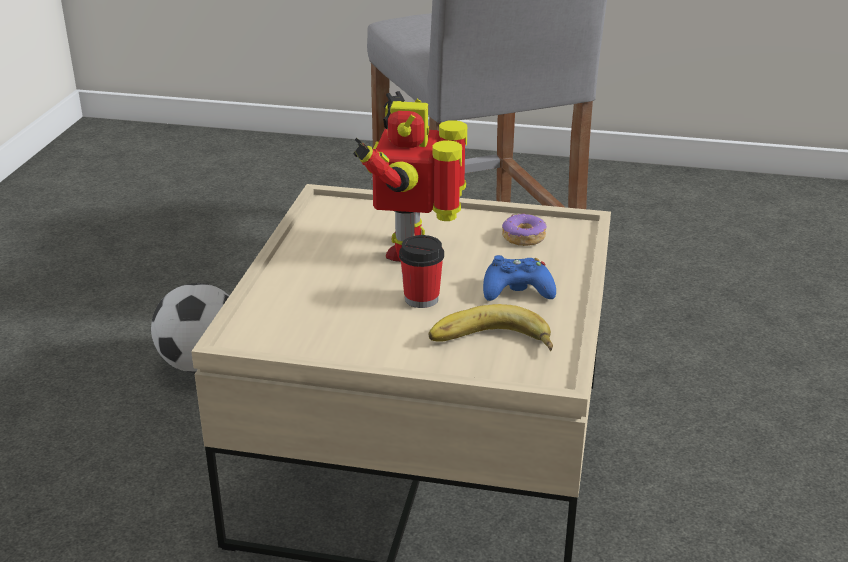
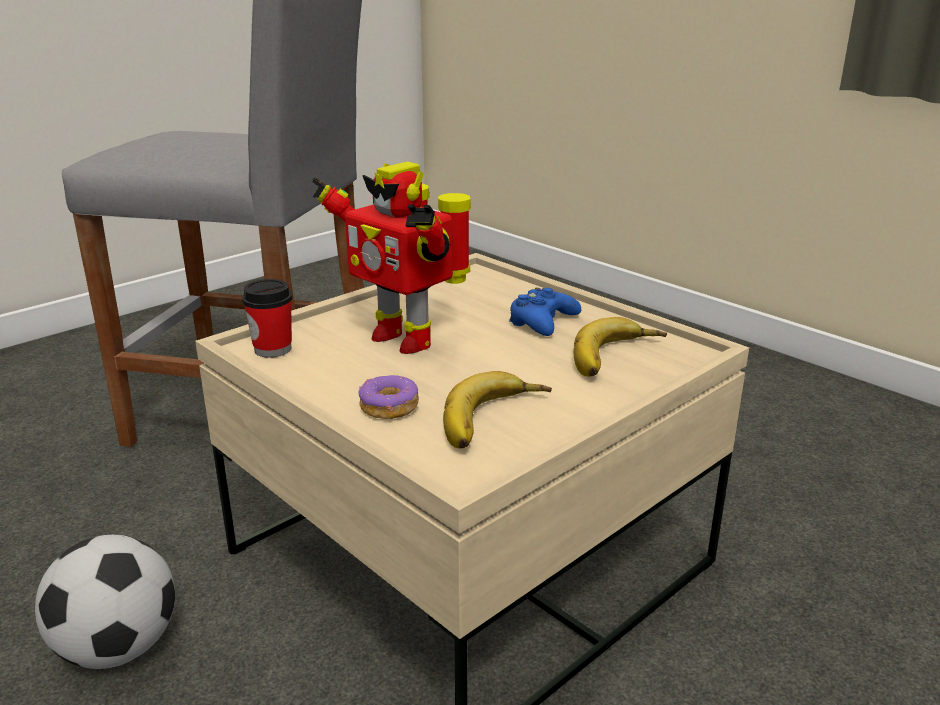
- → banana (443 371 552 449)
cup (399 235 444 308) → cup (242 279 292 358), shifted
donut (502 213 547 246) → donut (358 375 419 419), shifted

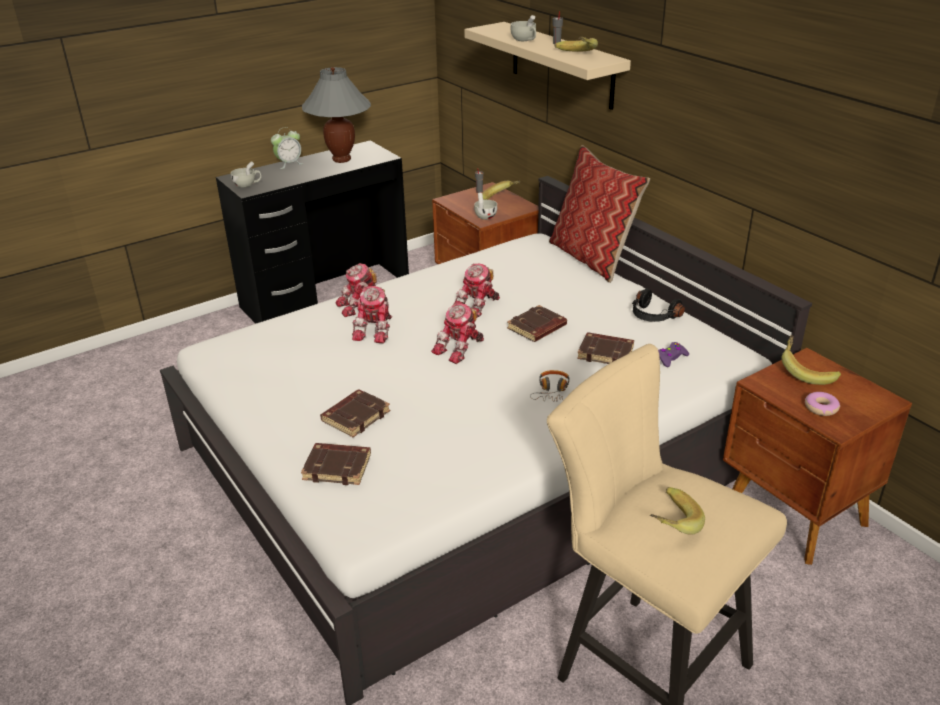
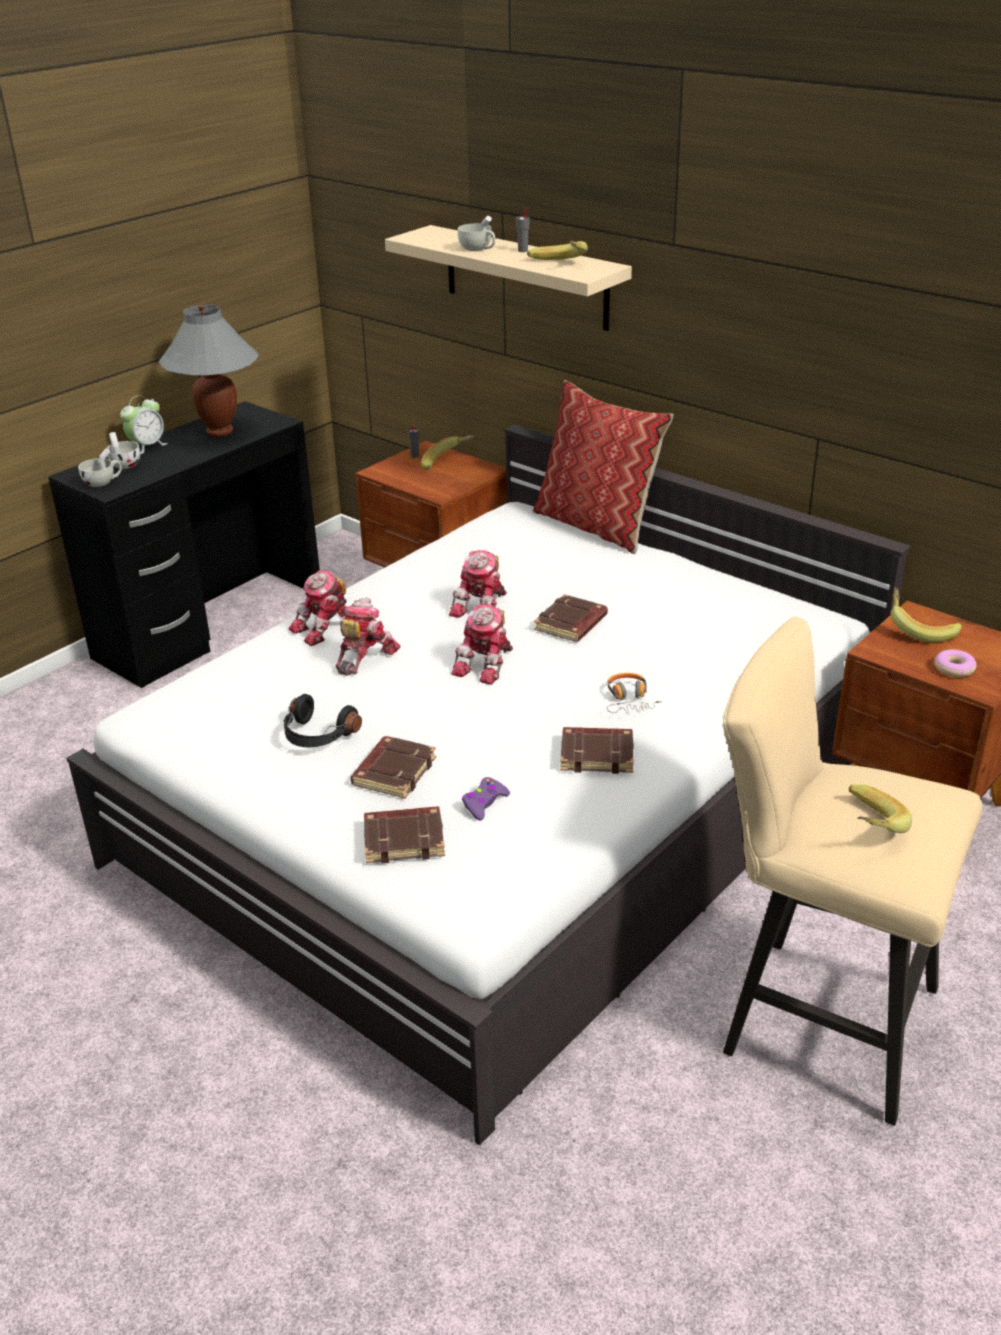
cup (white) (474 193 497 220) → cup (white) (107 432 140 469), shifted
book (brown) (577 332 634 364) → book (brown) (560 727 634 774), shifted
headphones (black) (632 288 685 322) → headphones (black) (283 694 362 747), shifted
game controller (purple) (658 342 689 367) → game controller (purple) (462 777 510 820), shifted
toy robot (352 286 392 343) → toy robot (335 598 401 676), 150 degrees counterclockwise

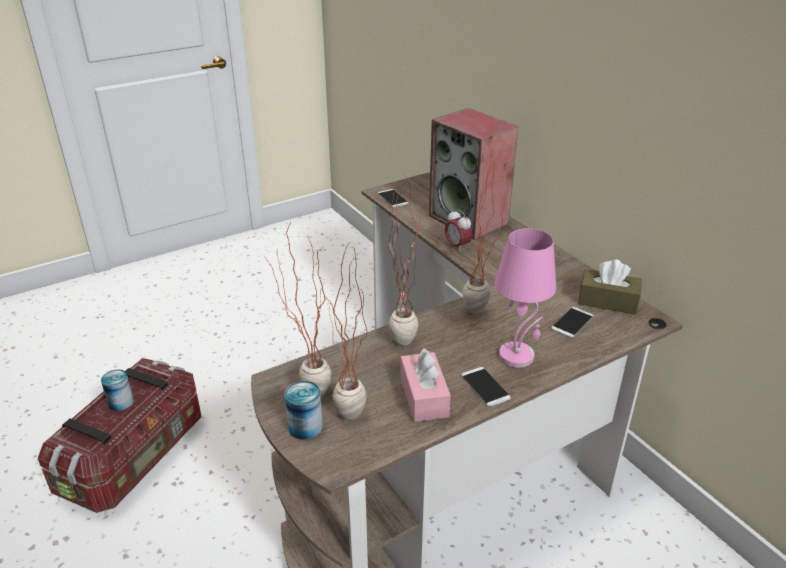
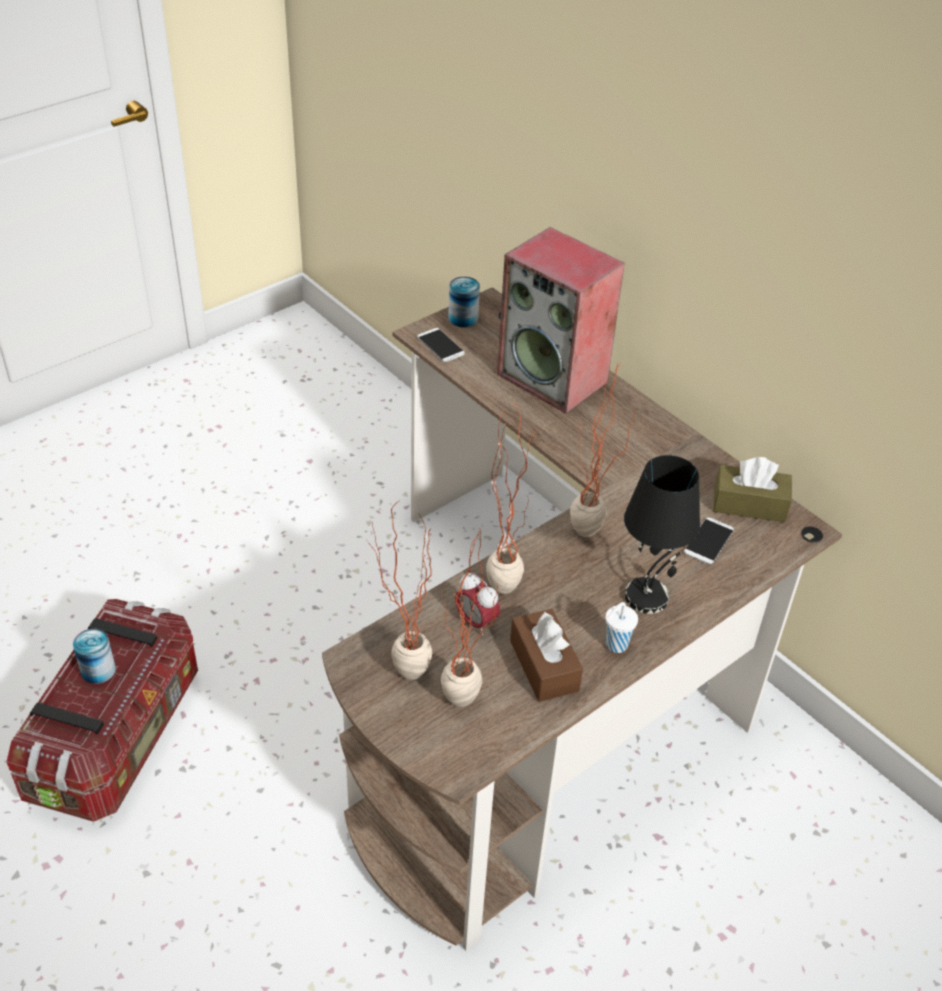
can (285 381 323 440) → can (448 277 480 328), shifted
alarm clock (445 209 472 252) → alarm clock (455 573 500 635), shifted
phone (461 367 511 407) → cup (white) (605 602 638 653)
tissue box (pink) (400 348 451 422) → tissue box (brown) (510 609 583 702)
table lamp (pink) (494 228 556 368) → table lamp (black) (624 455 700 614)

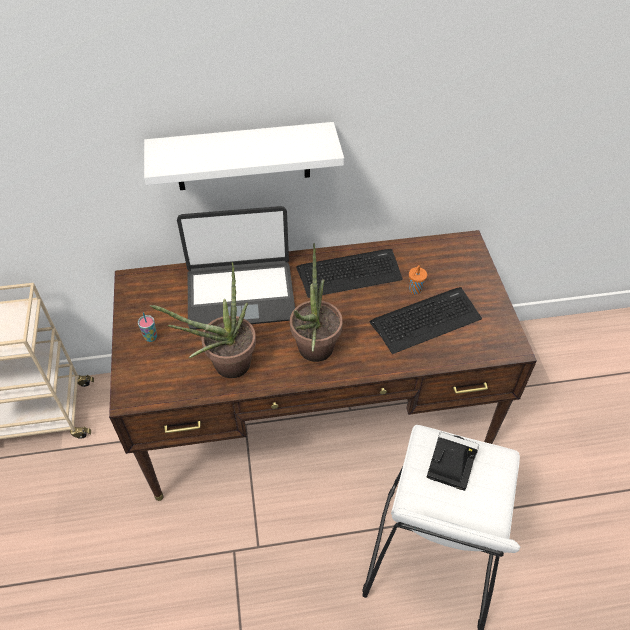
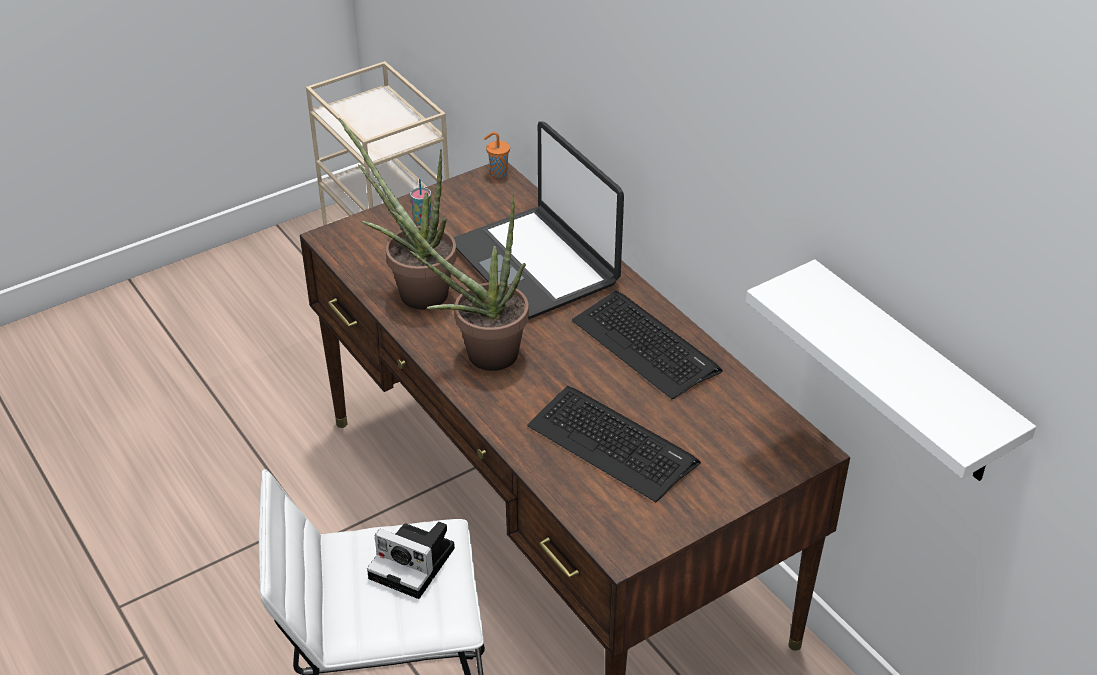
shelf (white) (144 122 344 190) → shelf (white) (746 260 1036 481), shifted
cup (orange) (409 265 427 294) → cup (orange) (484 132 510 178), shifted
photo camera (427 431 479 491) → photo camera (367 522 455 599), 120 degrees clockwise

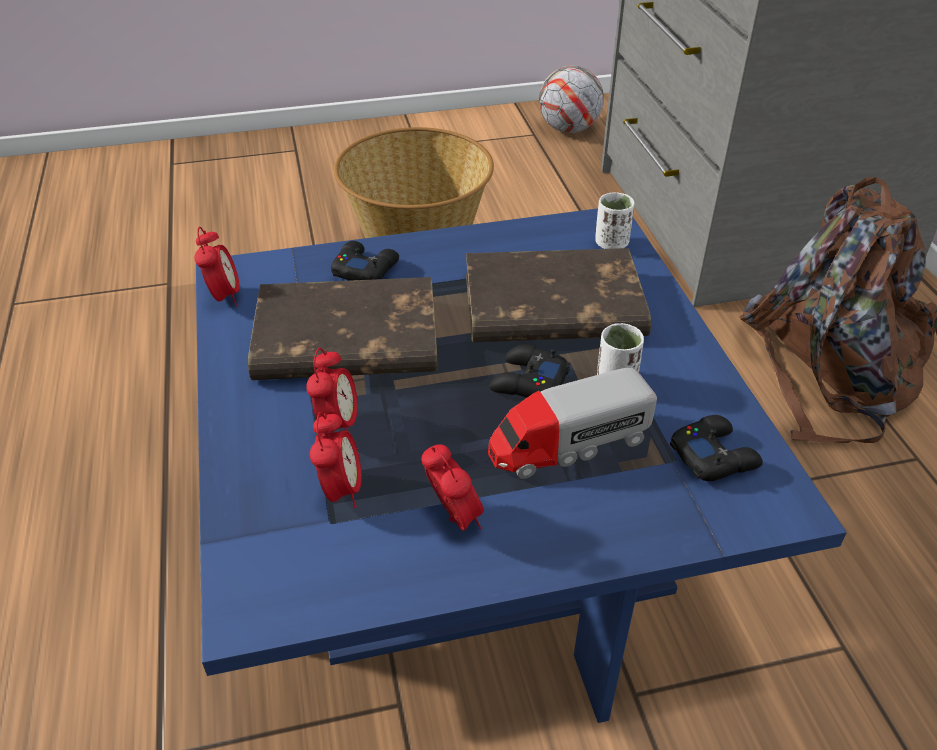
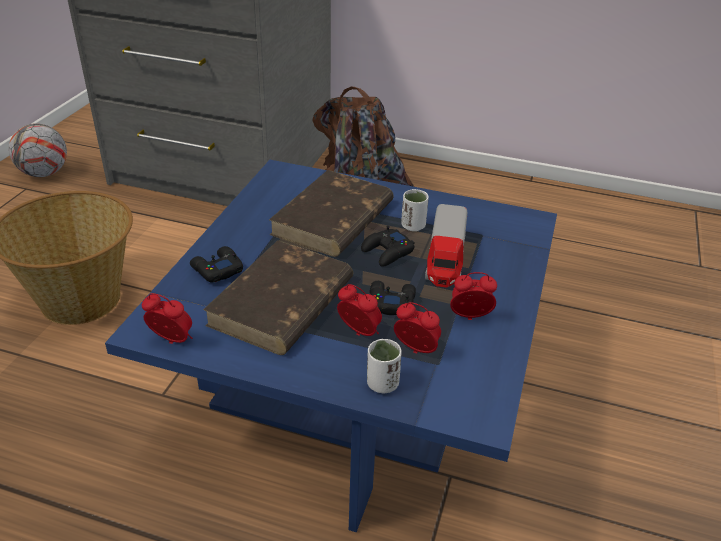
cup (white) (595 192 634 249) → cup (white) (367 339 402 393), shifted
game controller (black) (670 415 763 481) → game controller (black) (370 281 416 315), shifted

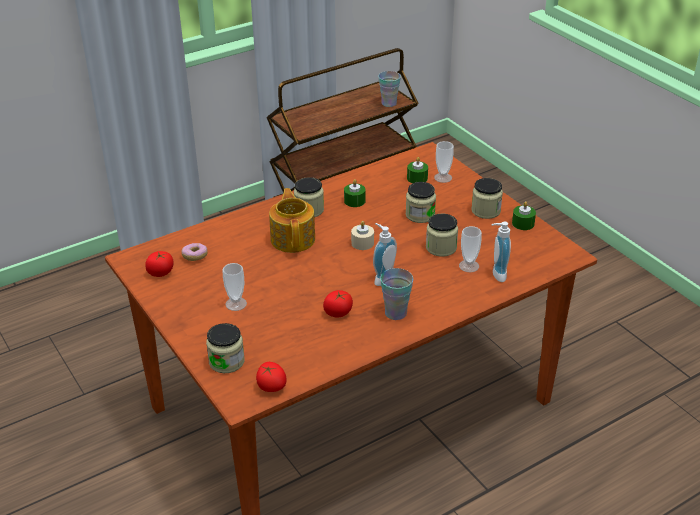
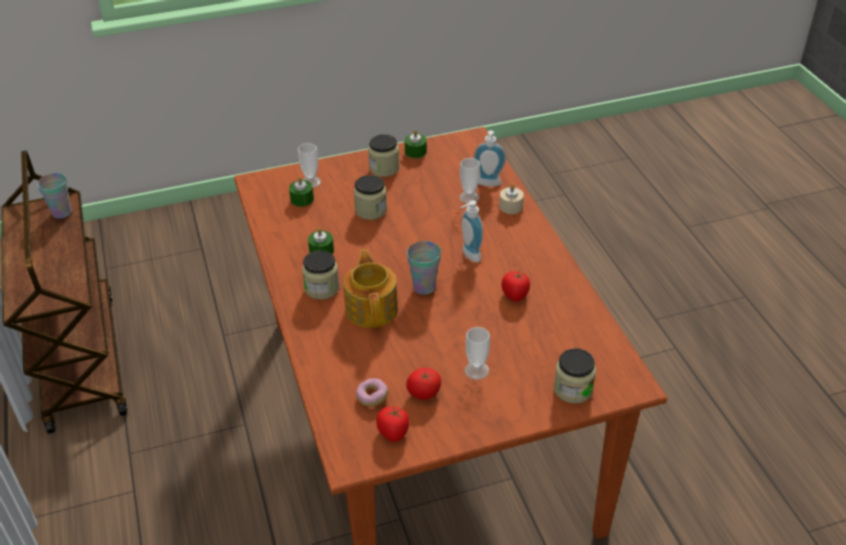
jar (426 214 458 257) → -
tomato (256 362 287 392) → tomato (406 368 441 400), shifted
candle (beige) (351 221 374 250) → candle (beige) (499 184 524 214), shifted
cup (380 268 413 320) → cup (407 241 441 294), shifted
teapot (269 188 315 253) → teapot (344 249 398 328), 75 degrees clockwise

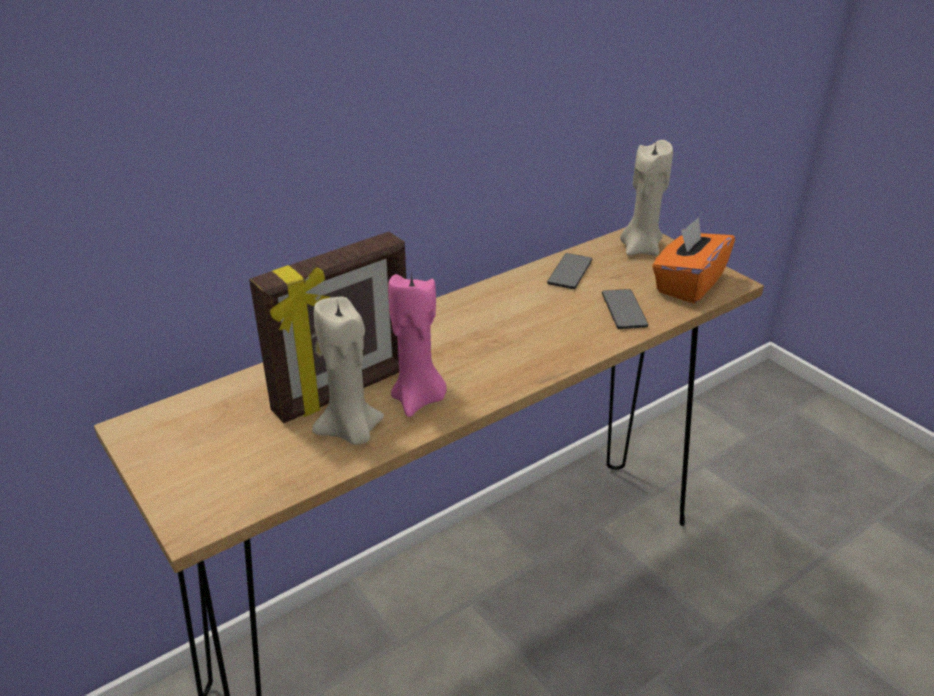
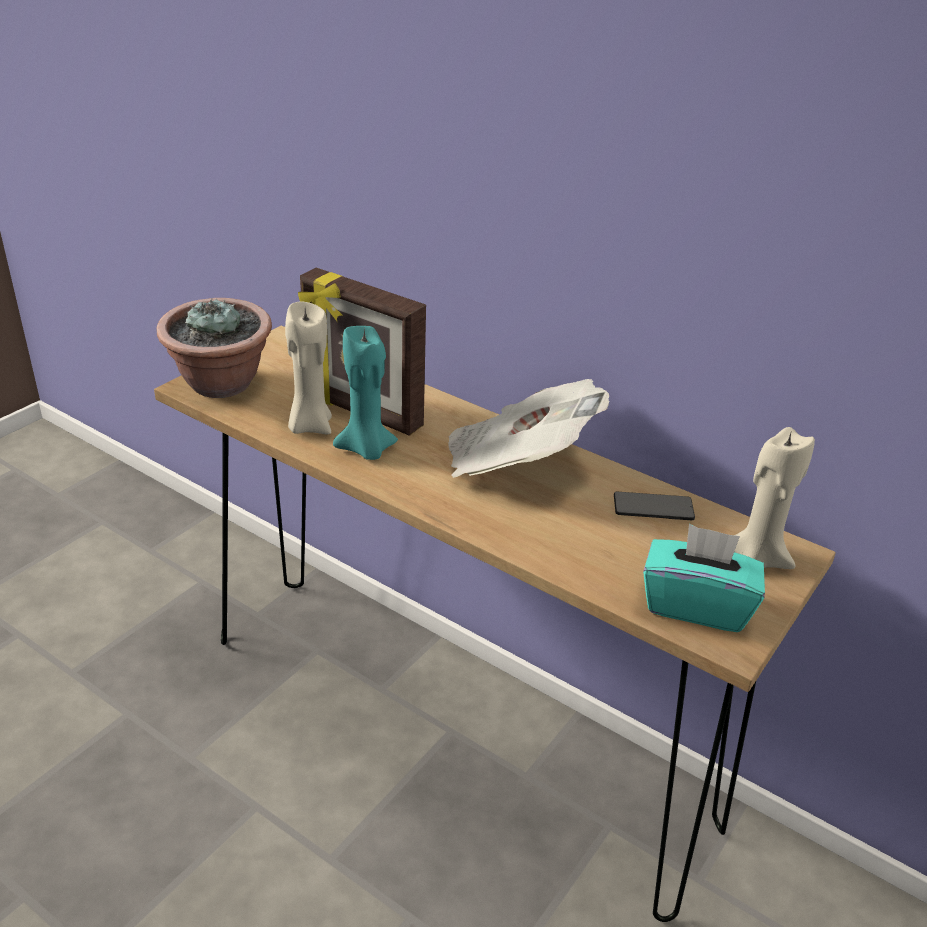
phone (602 289 648 329) → -
- → potted plant (156 298 272 398)
- → newspaper (448 379 609 478)
candle (pink) (388 272 447 417) → candle (turquoise) (333 326 398 460)
tissue box (orange) (652 217 735 303) → tissue box (turquoise) (643 524 765 632)

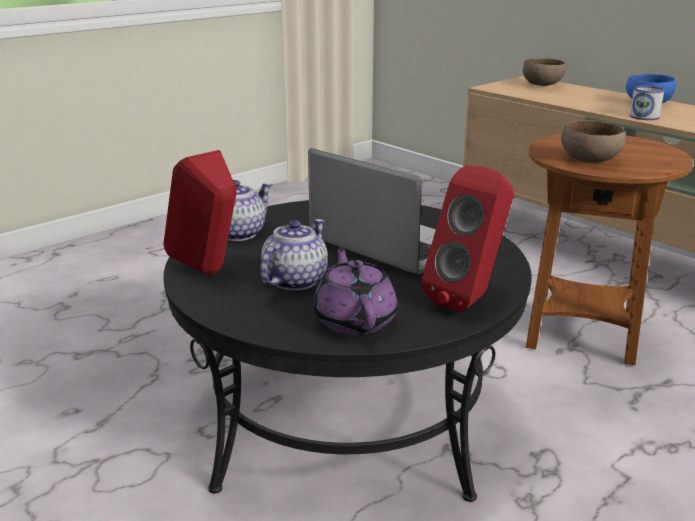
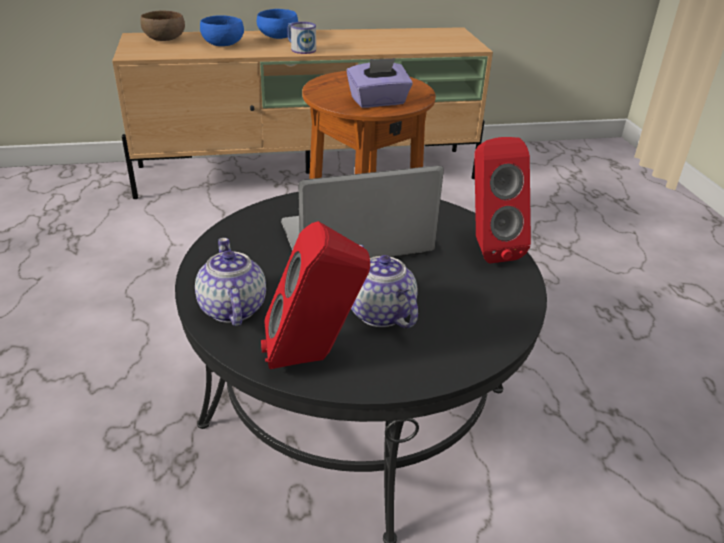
teapot (purple) (313 246 397 335) → -
- → bowl (blue) (200 15 244 46)
bowl (brown) (561 120 625 163) → tissue box (purple) (347 58 413 108)

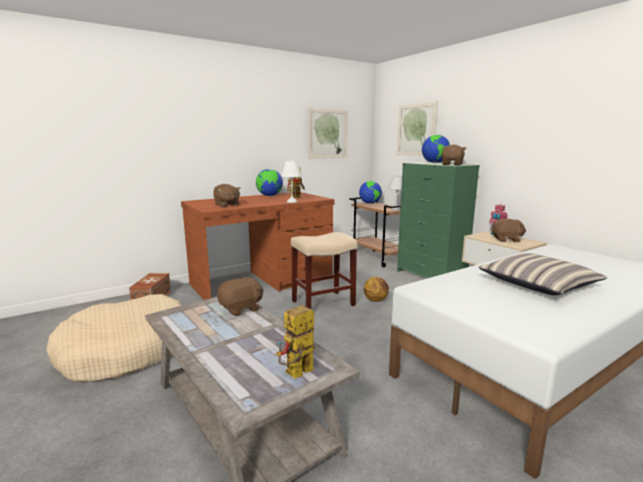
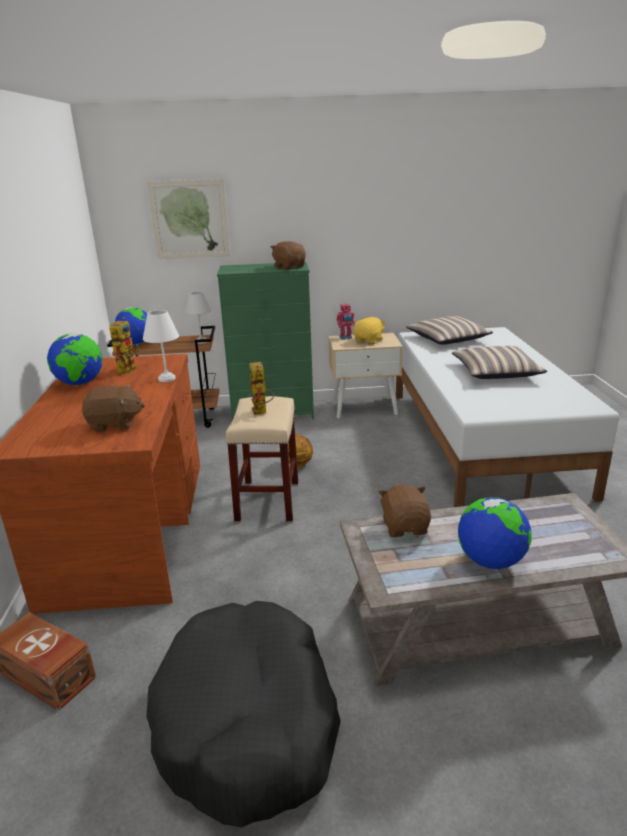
picture (308 108 348 159) → -
- → pillow (406 316 493 345)
toy robot (276 305 315 379) → toy robot (249 362 274 415), shifted
globe (422 135 450 163) → globe (458 497 532 569), shifted
dog bed (beige) (46 294 182 382) → dog bed (black) (146 601 341 827)
plush toy (brown) (491 219 526 242) → plush toy (yellow) (354 317 385 344)

